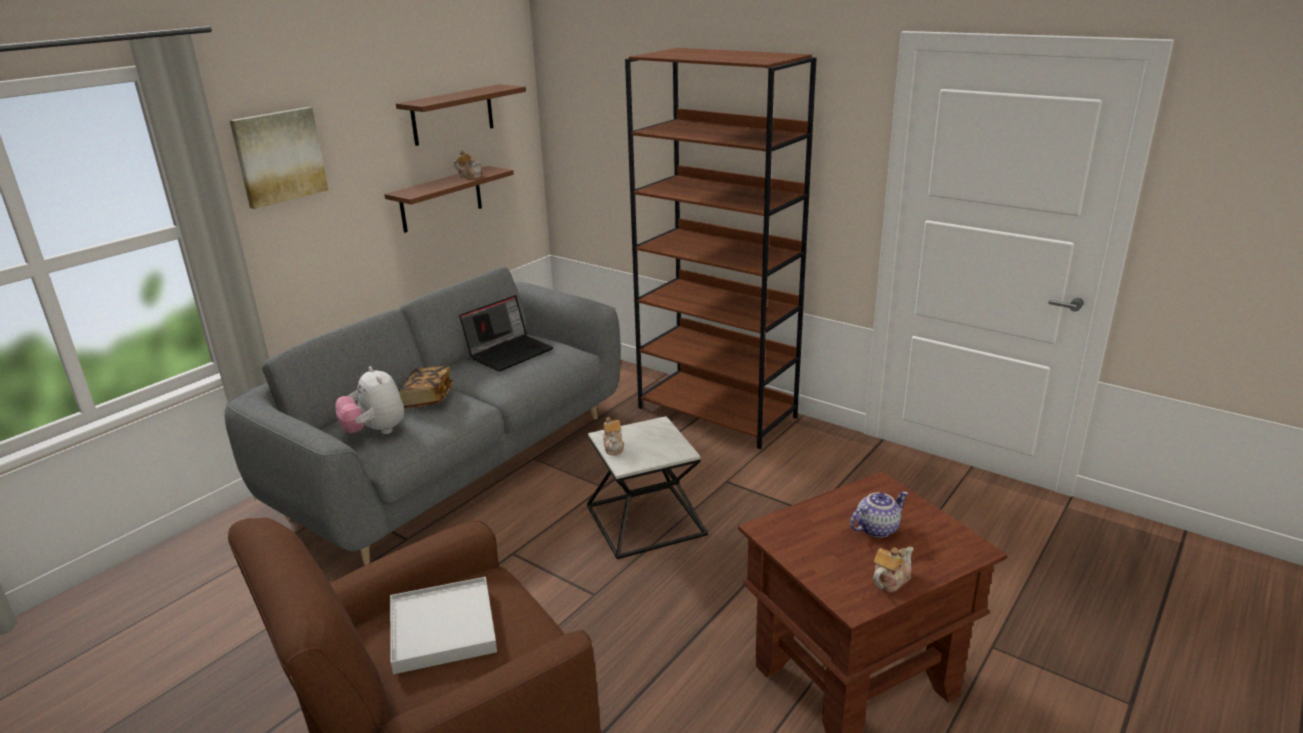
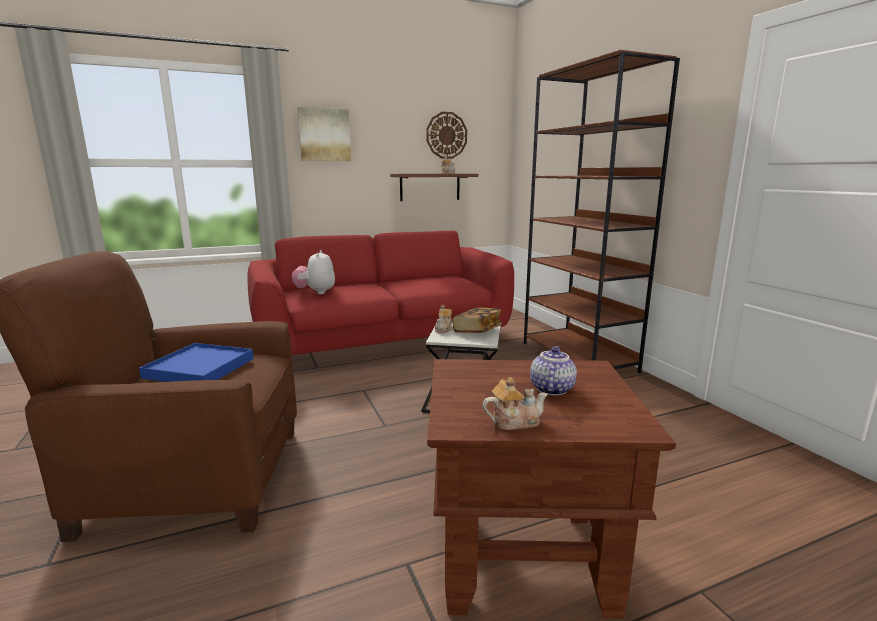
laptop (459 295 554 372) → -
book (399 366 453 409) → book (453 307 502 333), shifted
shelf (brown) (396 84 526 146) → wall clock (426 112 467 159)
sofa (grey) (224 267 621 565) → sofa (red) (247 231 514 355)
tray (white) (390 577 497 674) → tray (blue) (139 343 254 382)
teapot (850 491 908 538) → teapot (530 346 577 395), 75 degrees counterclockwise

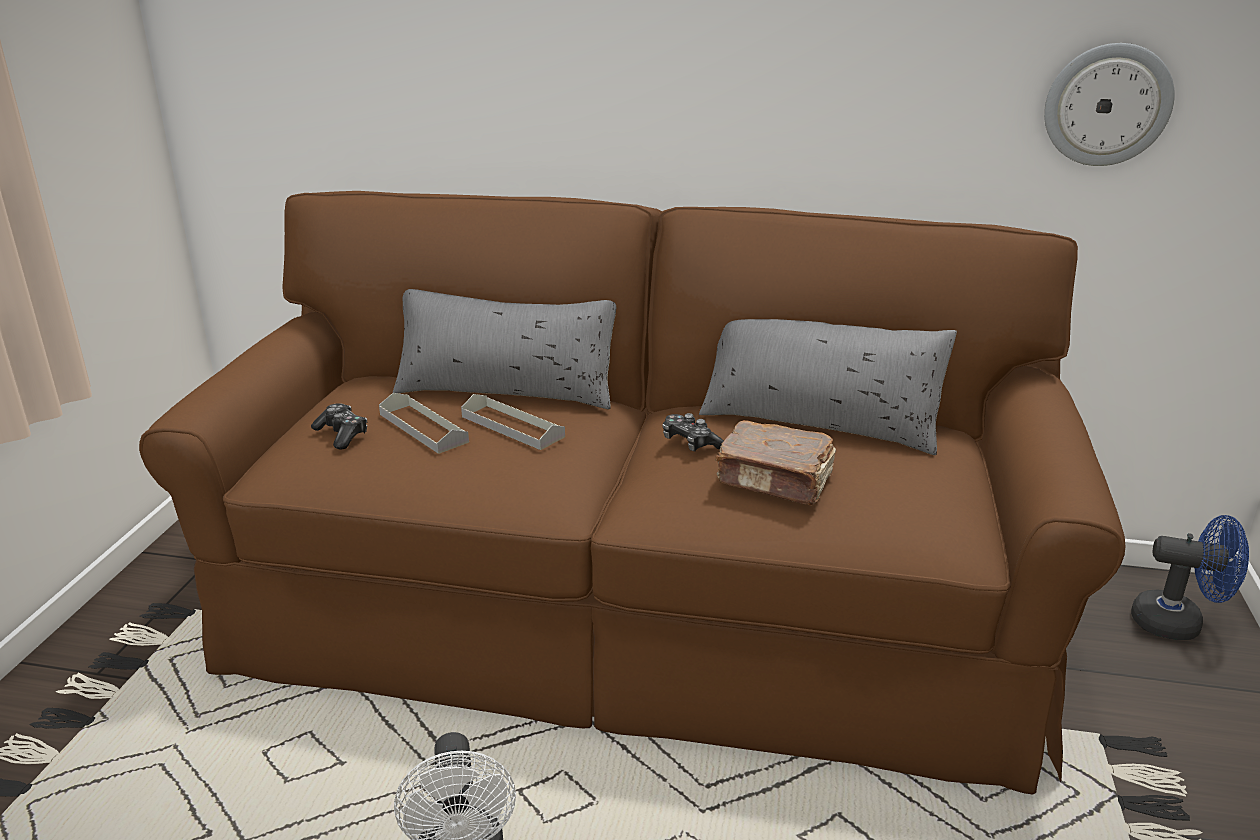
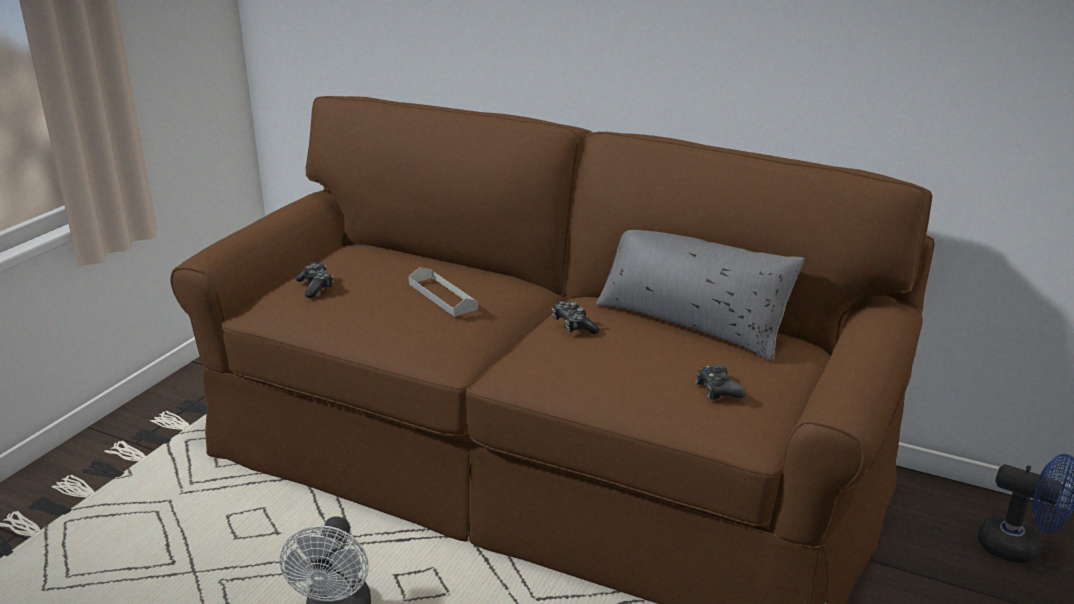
tray (grey) (379 393 469 454) → -
pillow (grey) (393 289 616 409) → -
book (brown) (715 420 836 506) → -
wall clock (1044 43 1175 166) → -
- → game controller (black) (695 365 746 400)

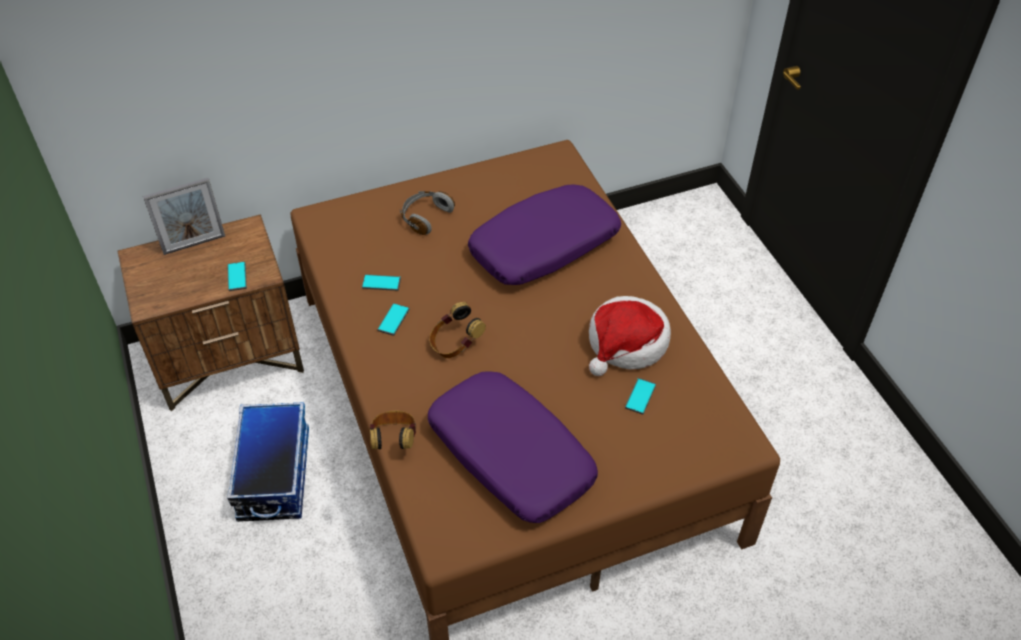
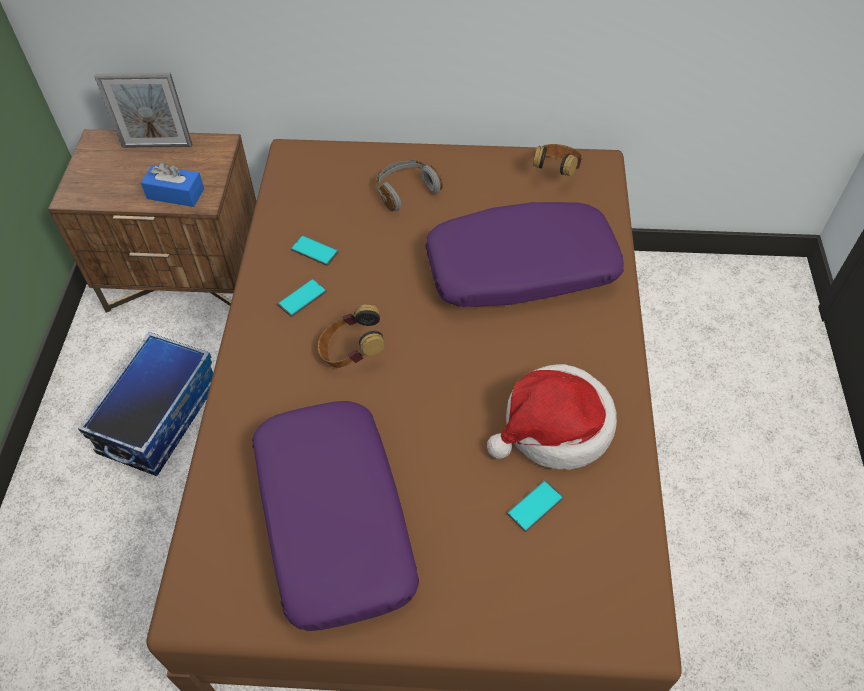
headphones (370 411 416 449) → headphones (533 144 583 176), shifted
phone (227 262 247 291) → tissue box (blue) (141 162 204 207)

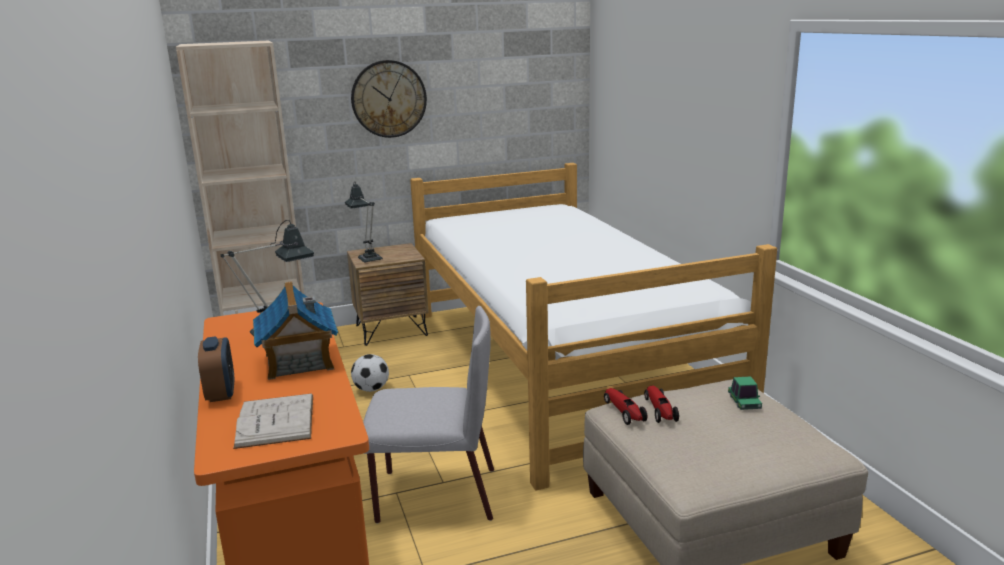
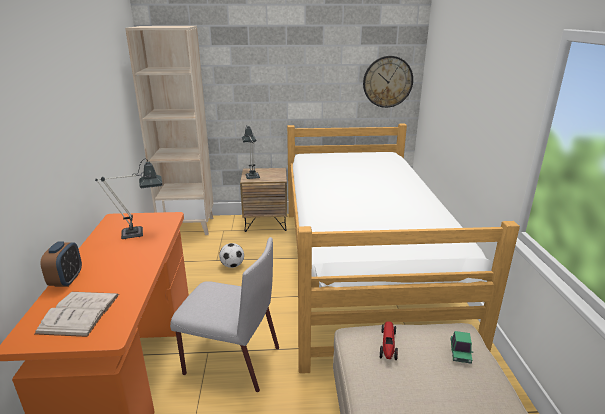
toy house (253 281 338 380) → -
toy car (604 388 647 425) → -
wall clock (351 60 427 138) → wall clock (363 56 413 108), shifted

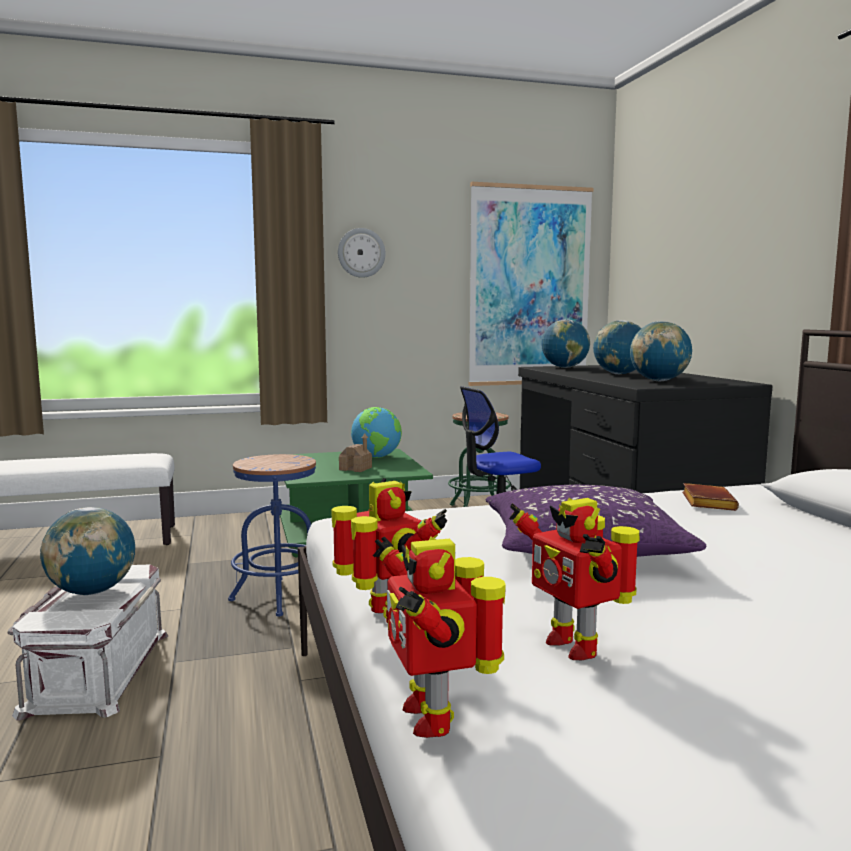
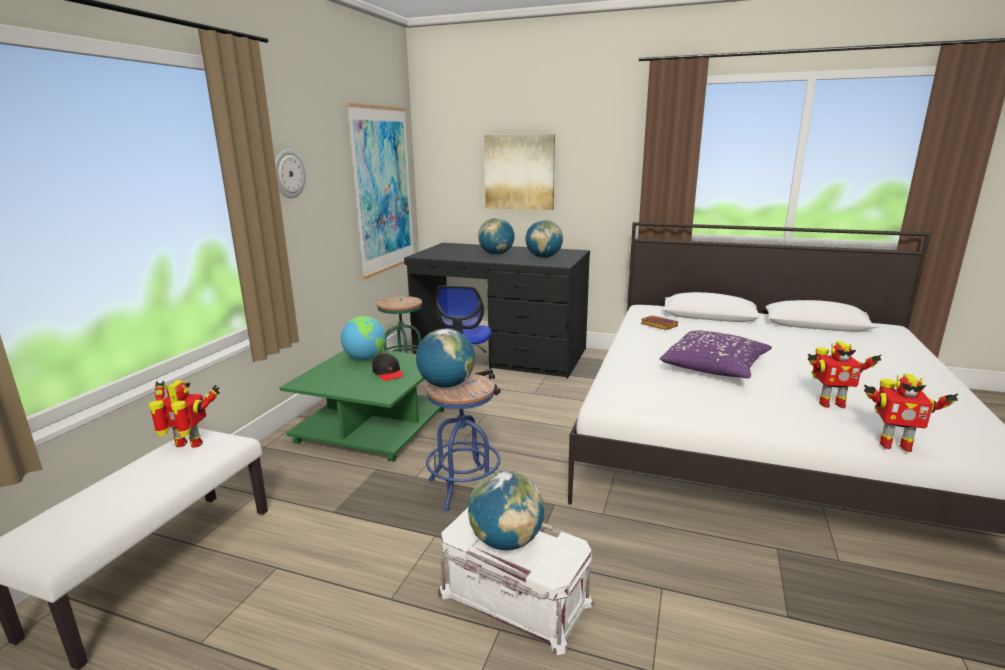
- → picture (484 134 555 210)
toy robot (331 478 447 623) → toy robot (148 380 220 448), shifted
globe (541 319 590 368) → globe (416 329 475 388), shifted
toy house (339 434 372 472) → cap (black) (372 353 403 381)

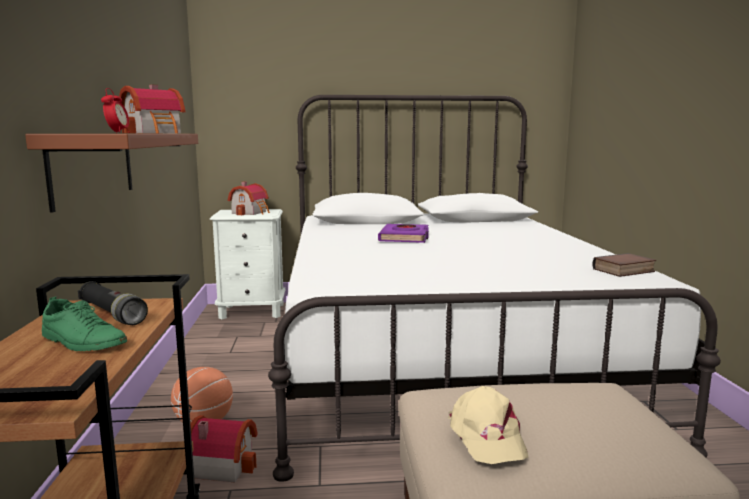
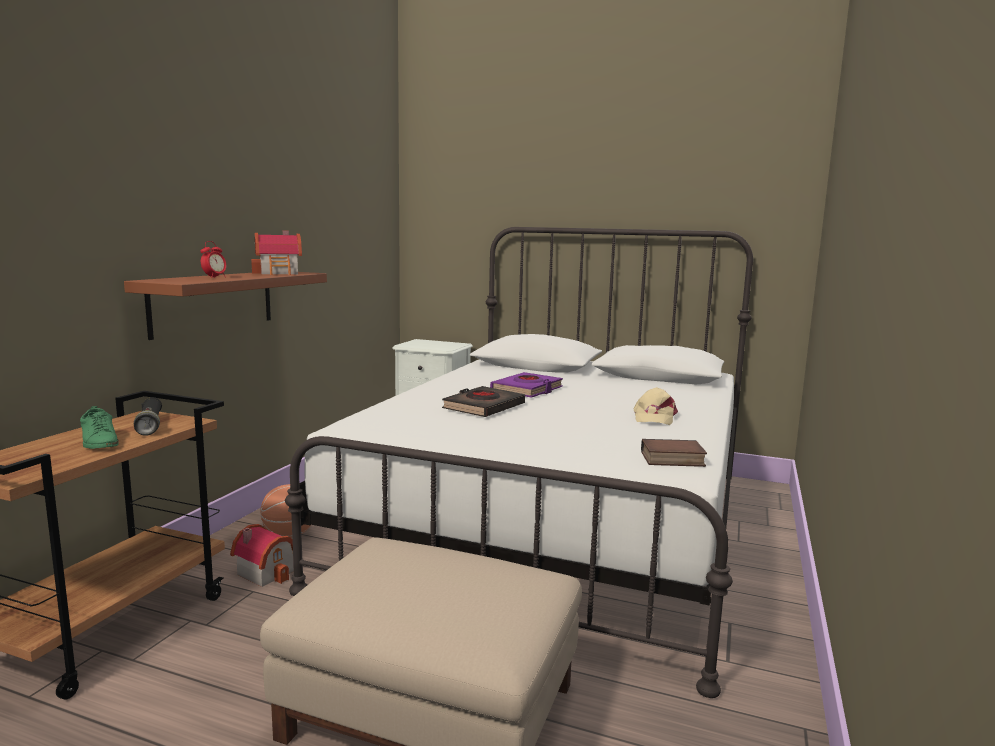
toy house (228 181 270 215) → -
- → book (black) (442 386 525 417)
cap (beige) (448 386 529 464) → cap (beige) (633 387 678 425), shifted

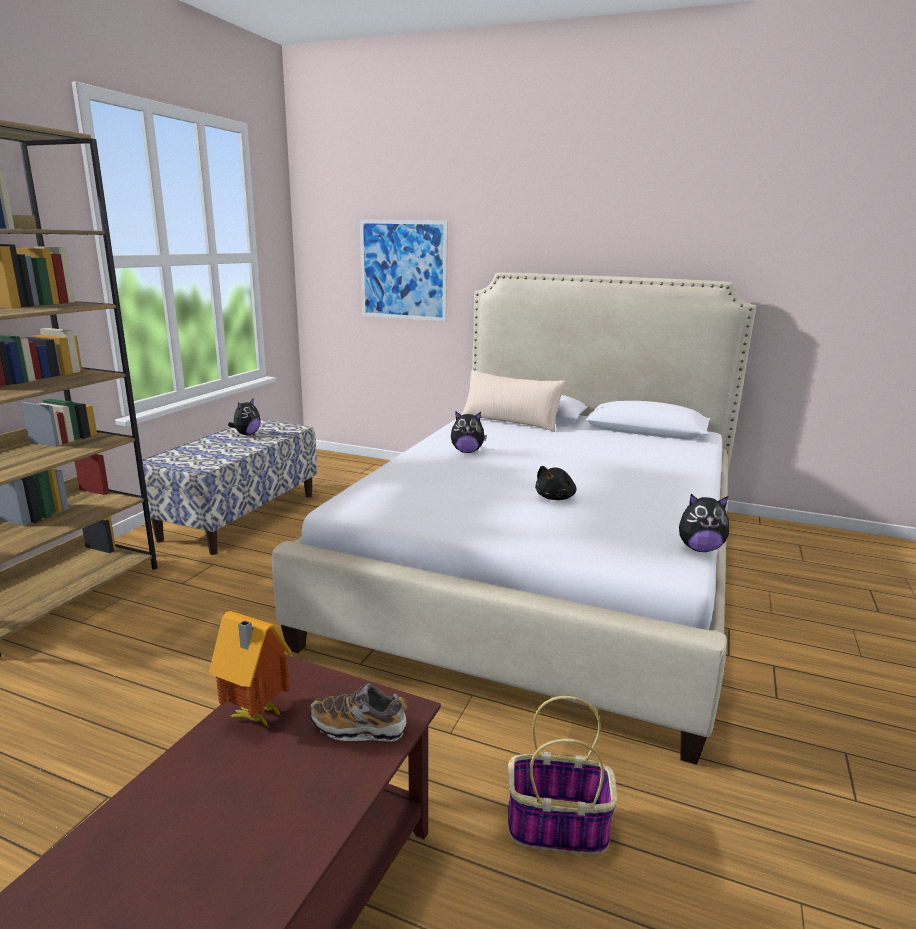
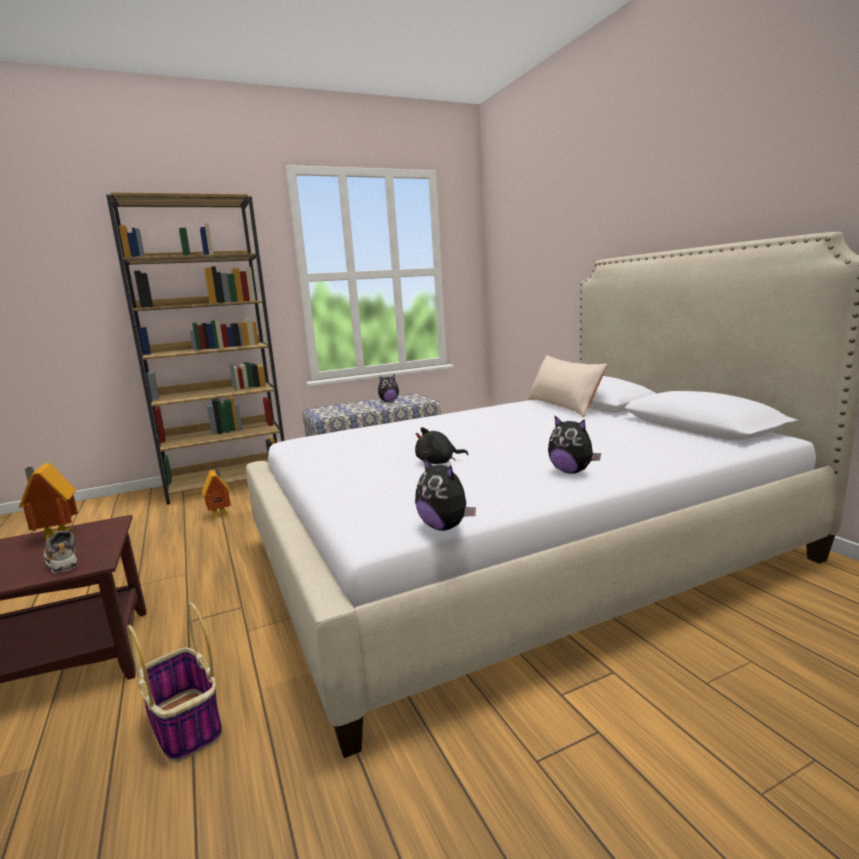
picture (360 219 448 322) → -
- → toy house (202 469 231 517)
plush toy (451 412 487 453) → plush toy (548 415 601 474), shifted

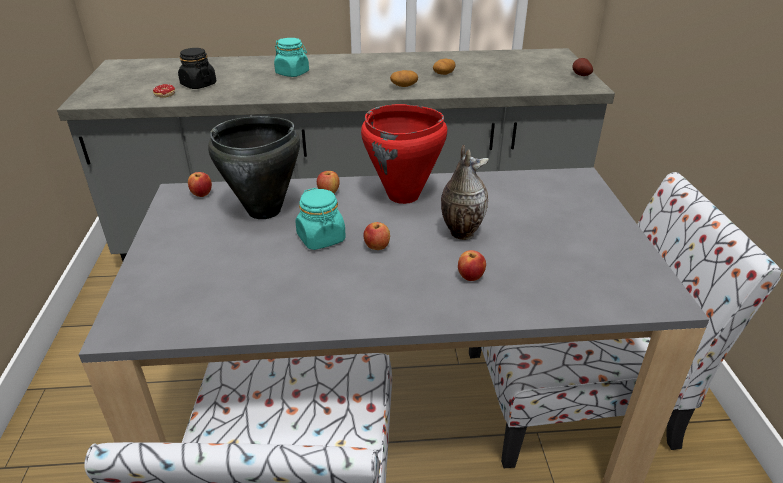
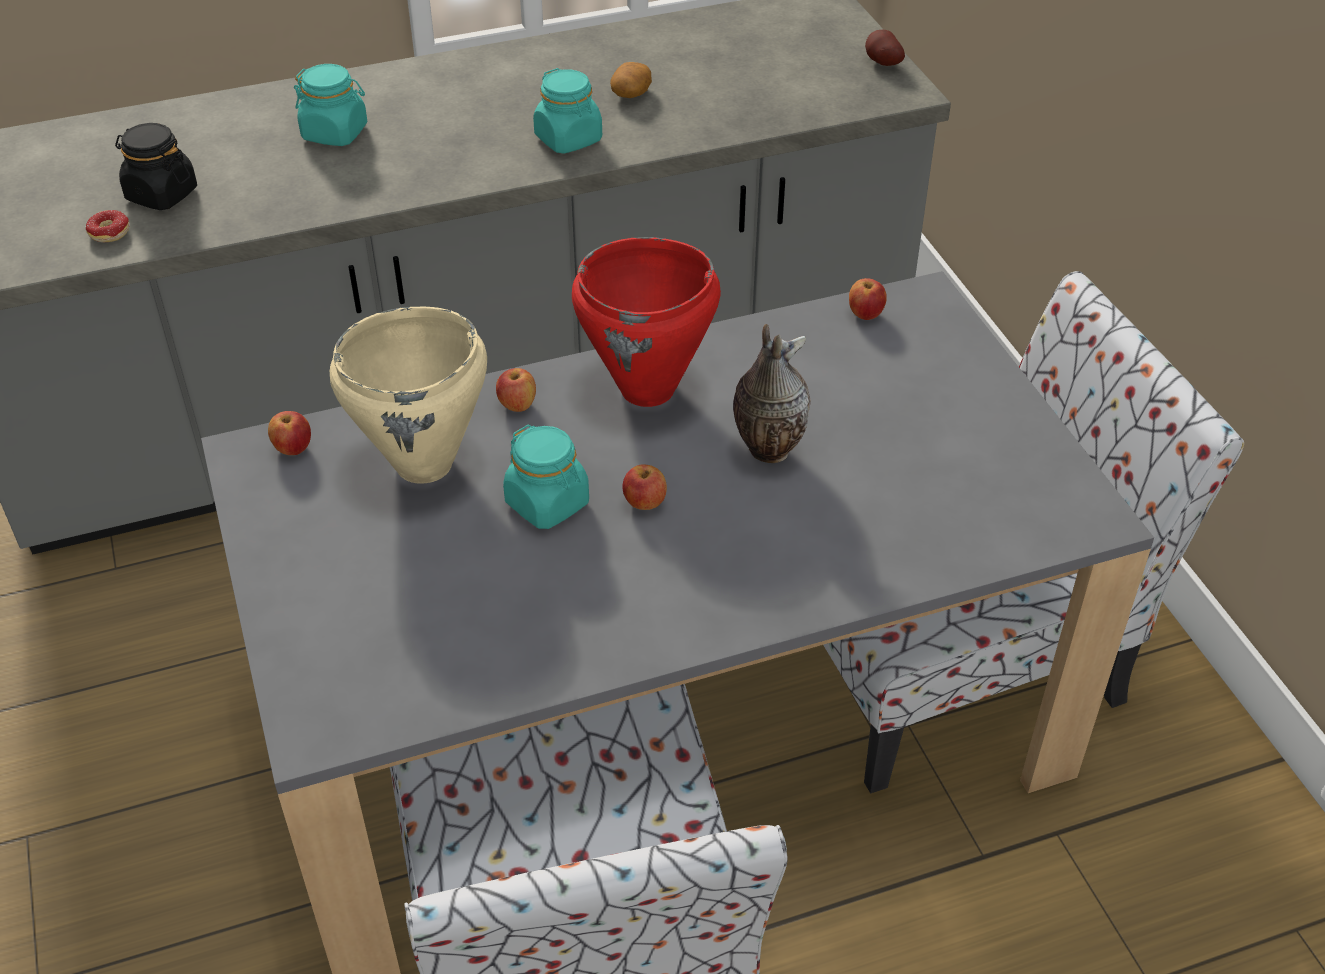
apple (458 250 486 281) → apple (849 278 887 320), shifted
potato (390 70 418 87) → jar (turquoise) (533 68 602 154)
cooking pot (black) (208 116 300 219) → cooking pot (beige) (330 307 487 484)

